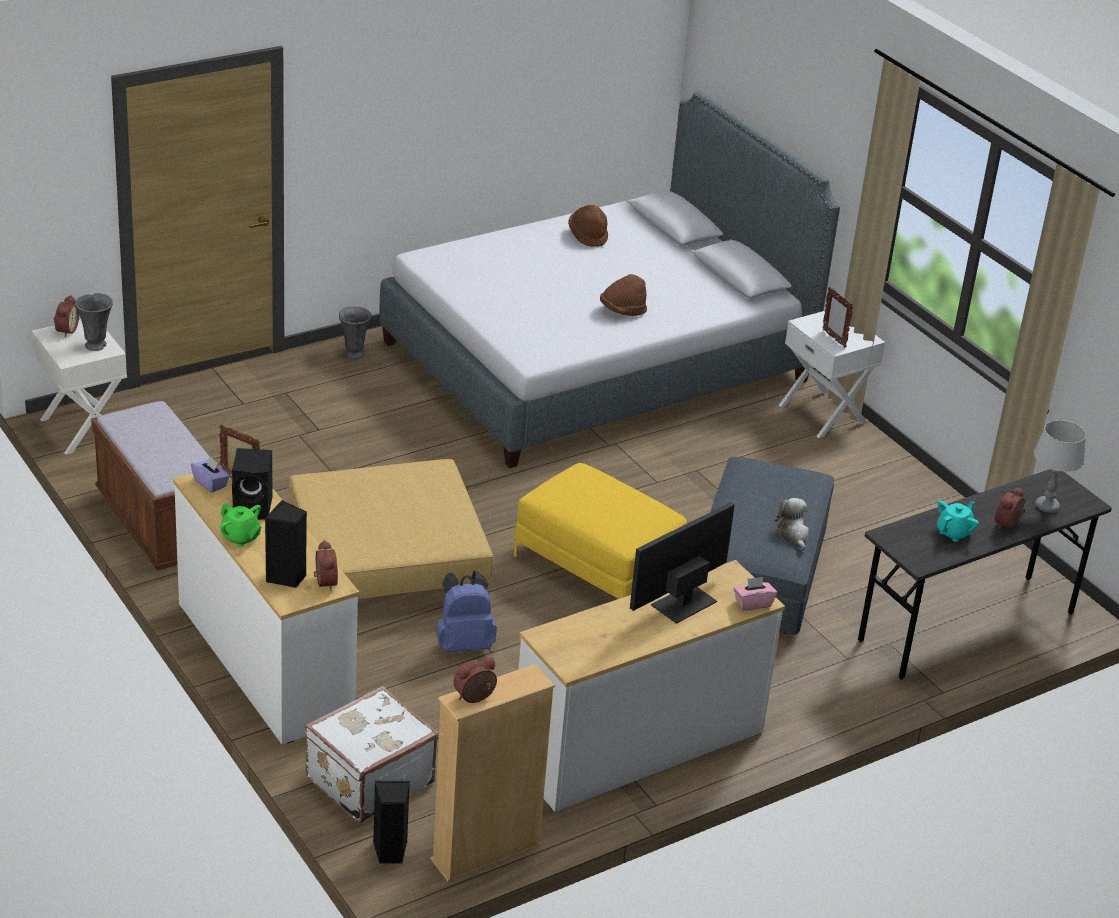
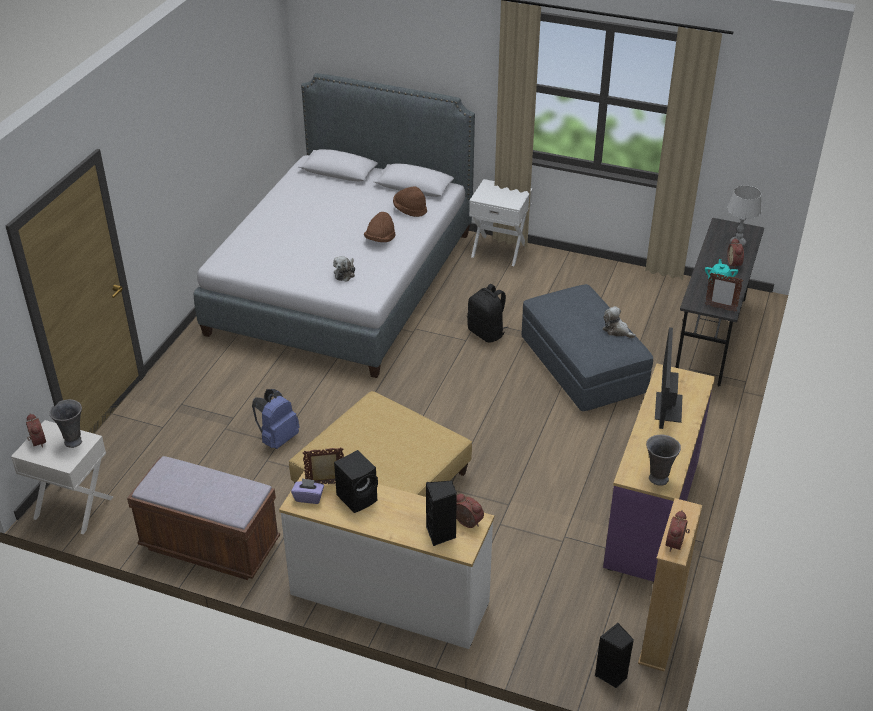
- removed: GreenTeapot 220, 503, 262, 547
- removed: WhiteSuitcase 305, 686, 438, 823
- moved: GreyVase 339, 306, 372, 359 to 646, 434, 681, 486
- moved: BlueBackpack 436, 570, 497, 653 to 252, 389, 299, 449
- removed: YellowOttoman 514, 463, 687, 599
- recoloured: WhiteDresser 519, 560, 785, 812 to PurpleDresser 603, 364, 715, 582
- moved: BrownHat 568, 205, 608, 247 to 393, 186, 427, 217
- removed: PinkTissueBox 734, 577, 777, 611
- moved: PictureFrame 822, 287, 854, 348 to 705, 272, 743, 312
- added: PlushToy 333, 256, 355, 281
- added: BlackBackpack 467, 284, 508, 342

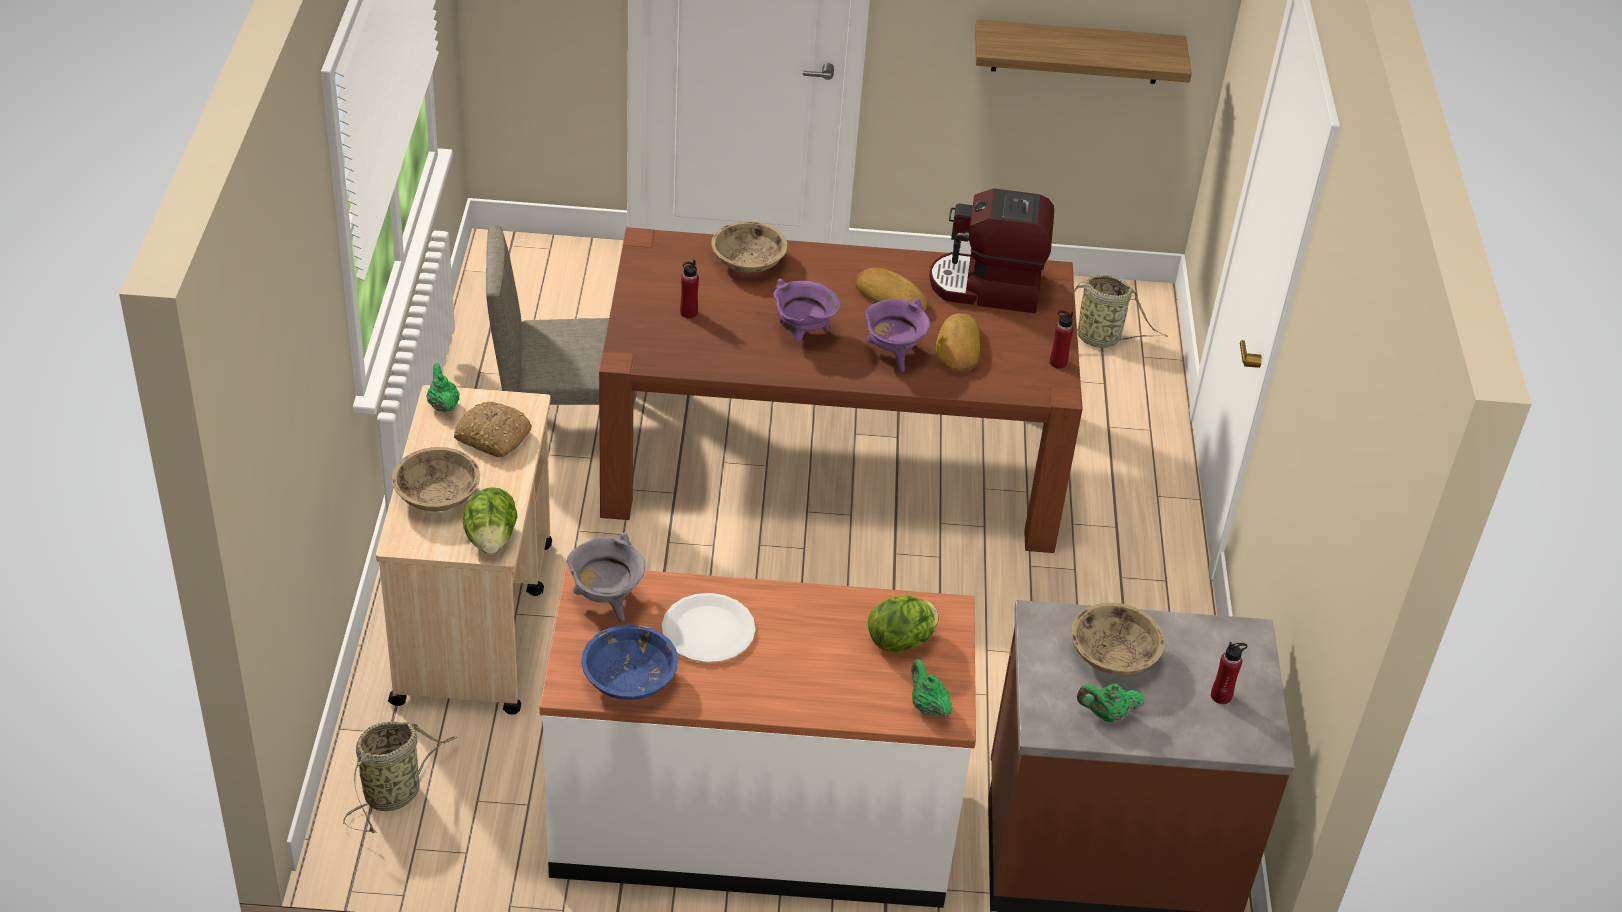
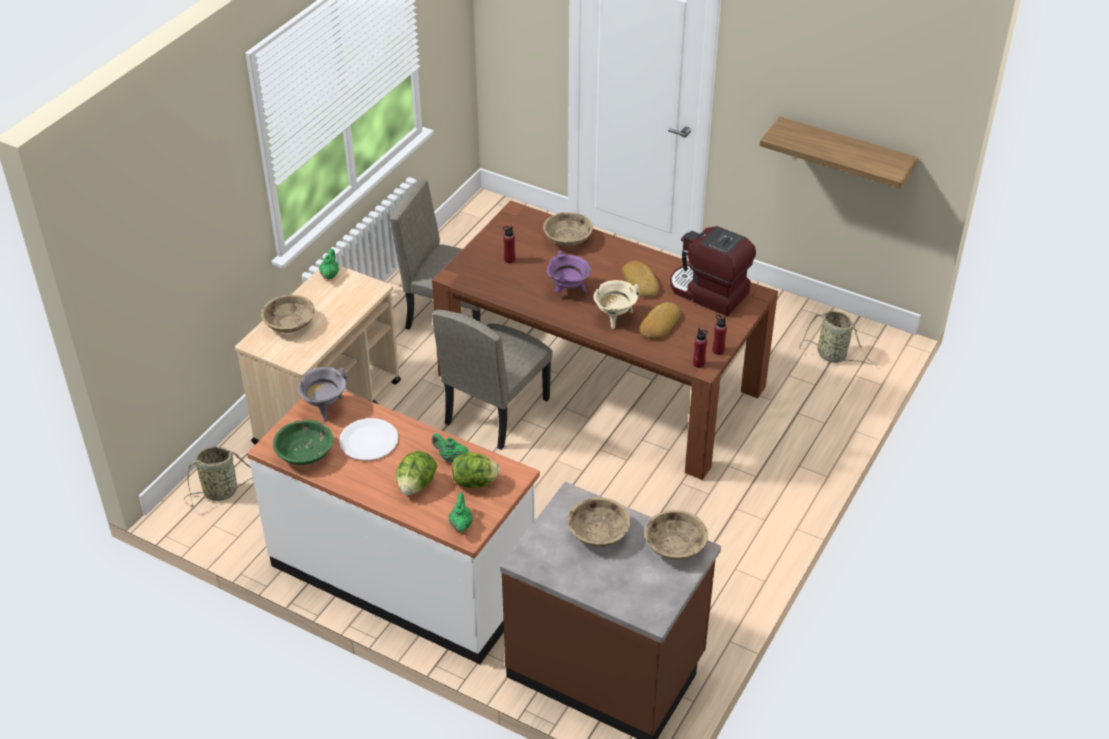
- removed: Bread 454, 402, 532, 457
- moved: Lettuce 463, 487, 518, 554 to 396, 451, 437, 495
- recoloured: BlueBowl 581, 624, 678, 700 to GreenBowl 273, 420, 333, 465
- recoloured: PurpleCookingPot 865, 298, 930, 372 to BeigeCookingPot 593, 280, 640, 329
- moved: GreenTeapot 1077, 683, 1145, 722 to 432, 433, 469, 463
- moved: RedBottle 1211, 642, 1247, 704 to 693, 328, 708, 368
- added: BeigeChair 432, 310, 552, 450
- added: BeigeBowl 645, 510, 708, 560

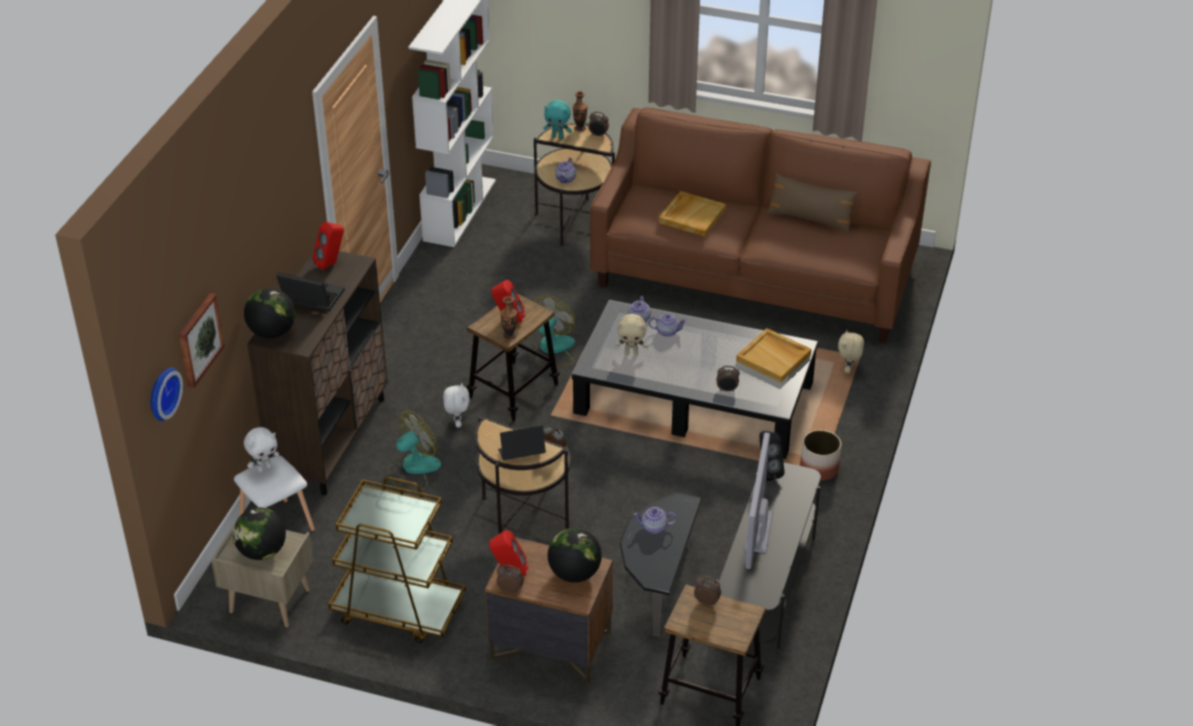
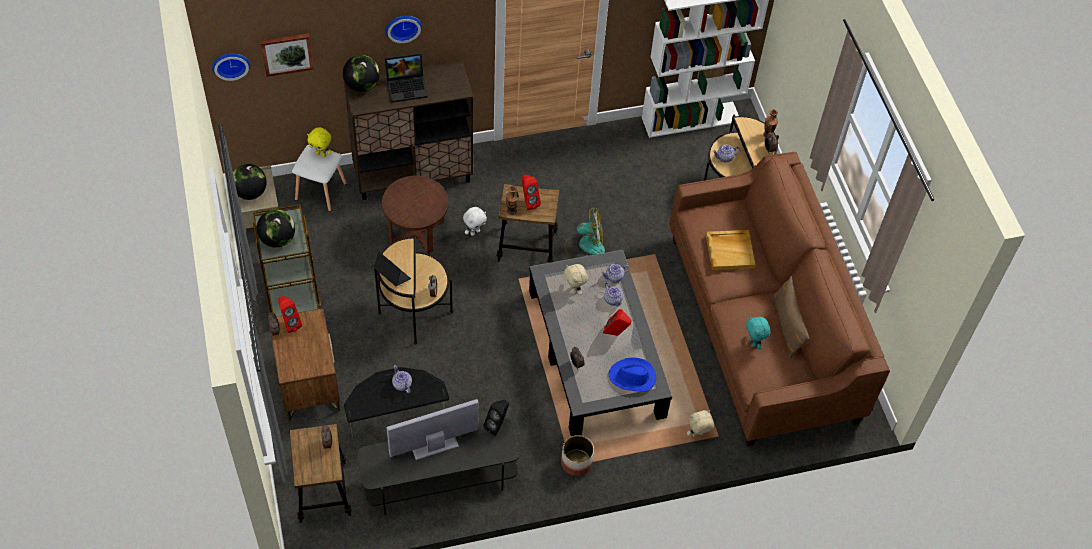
- recoloured: WhitePlushToy 244, 427, 279, 472 to YellowPlushToy 307, 127, 332, 157
- turned: Laptop 276, 273, 345, 312 = 385, 52, 428, 103 90 degrees clockwise
- moved: RedSpeaker 312, 222, 344, 270 to 603, 309, 631, 336
- replaced: Fan 387, 411, 441, 490 to BrownSideTable 382, 176, 448, 254
- moved: TurquoisePlushToy 543, 100, 572, 139 to 746, 317, 771, 349
- moved: Globe 548, 528, 602, 583 to 257, 210, 295, 248
- replaced: BeigeTray 736, 328, 812, 383 to BlueHat 609, 358, 656, 392
- added: WallClock 385, 15, 422, 43

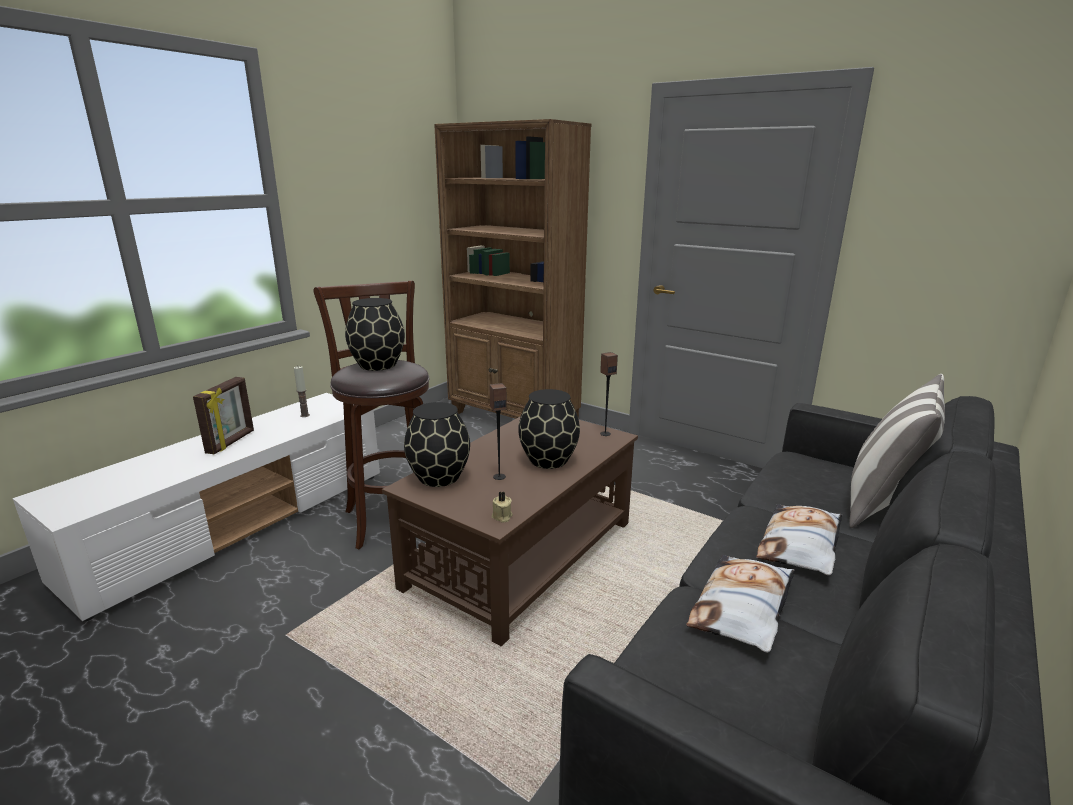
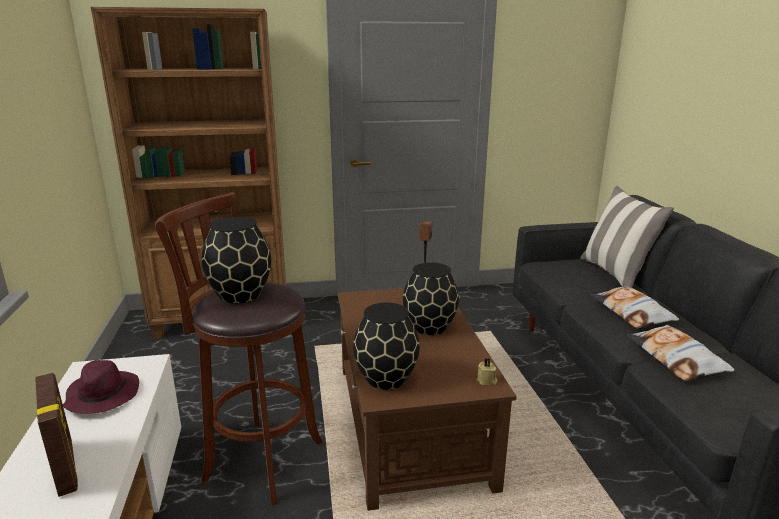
- replaced: Candle 294, 366, 310, 417 to PurpleHat 63, 360, 139, 414
- removed: Speaker 490, 383, 507, 480

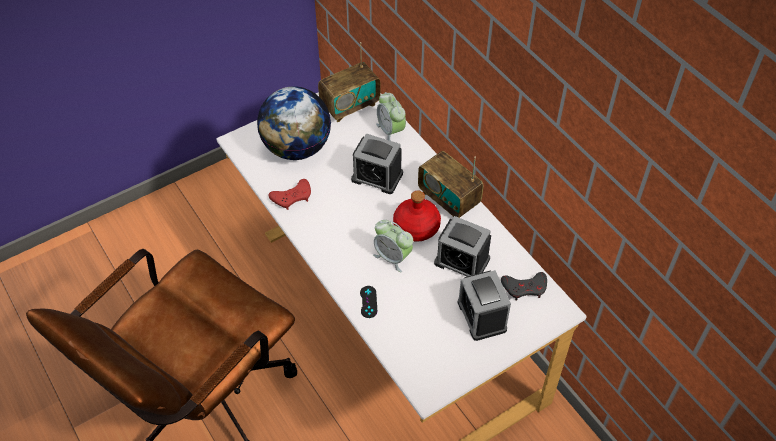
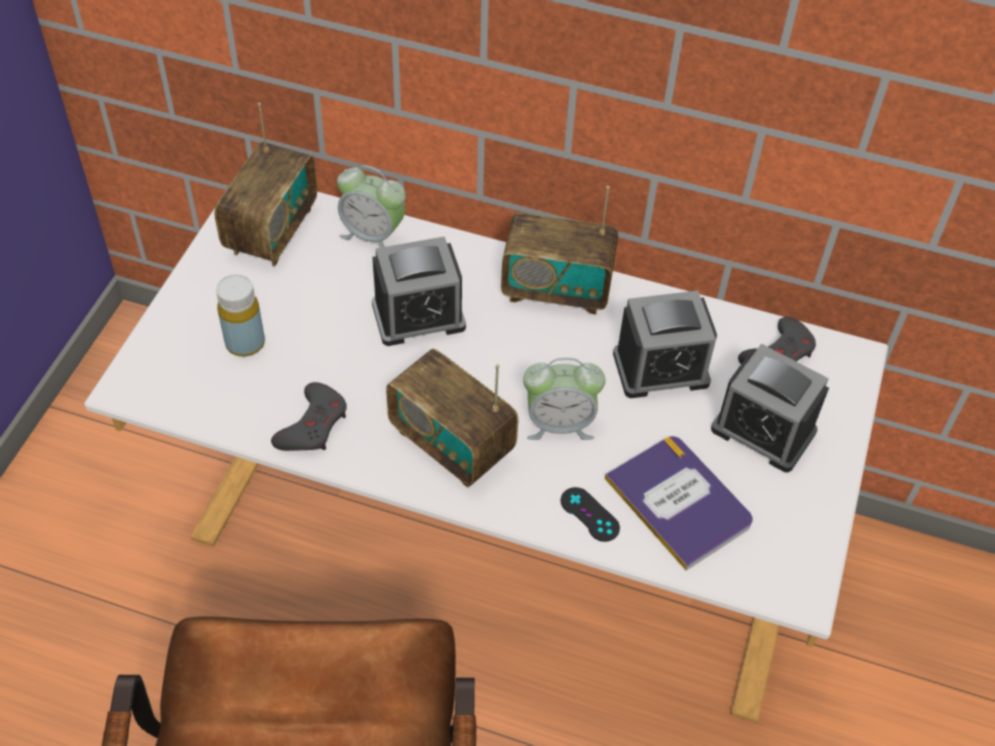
- replaced: Globe 257, 86, 331, 160 to YellowBottle 216, 274, 265, 357
- recoloured: RedGameController 268, 179, 311, 210 to GreyGameController 271, 382, 347, 451
- removed: RedBottle 393, 191, 441, 242
- added: Radio 386, 349, 518, 488
- added: Book 605, 436, 753, 570

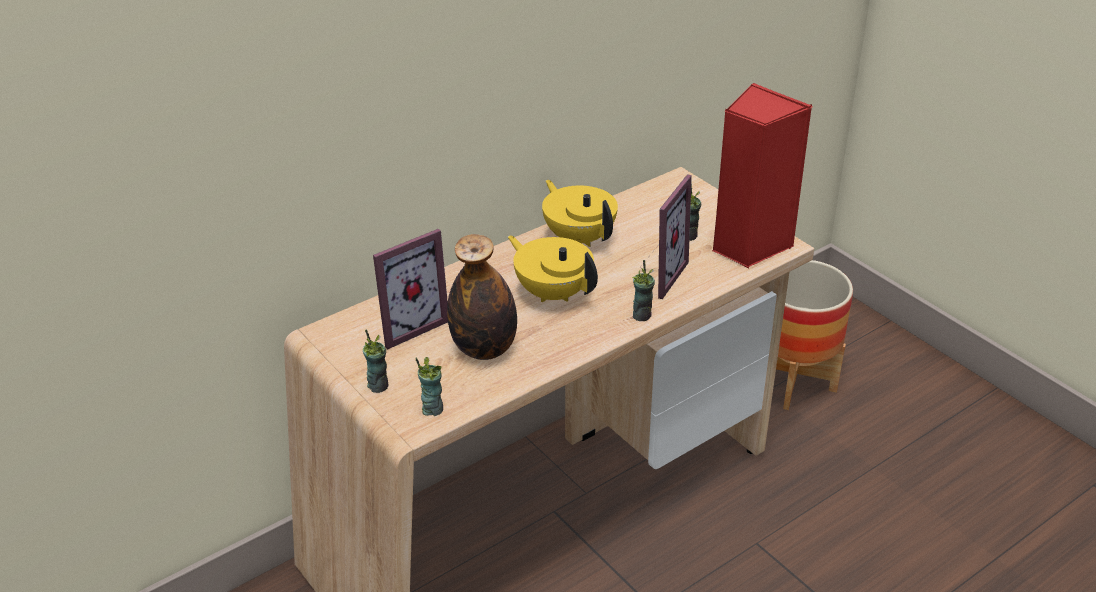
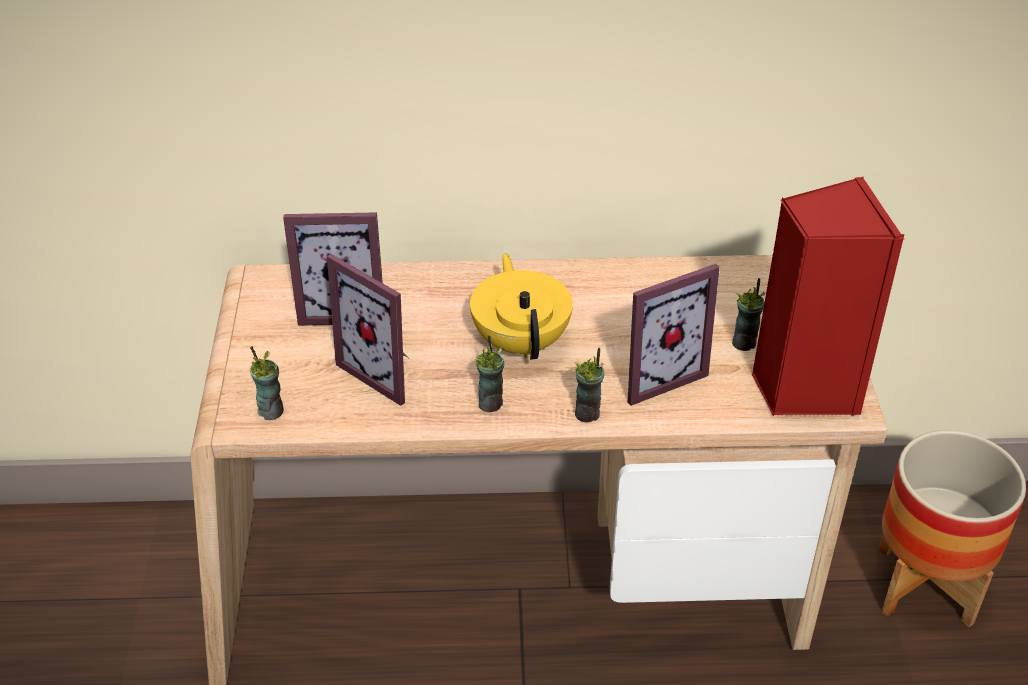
- moved: Cup 363, 329, 388, 393 to 474, 335, 504, 412
- replaced: Bottle 447, 234, 517, 360 to PictureFrame 327, 254, 408, 406
- removed: YellowTeapot 542, 180, 618, 247

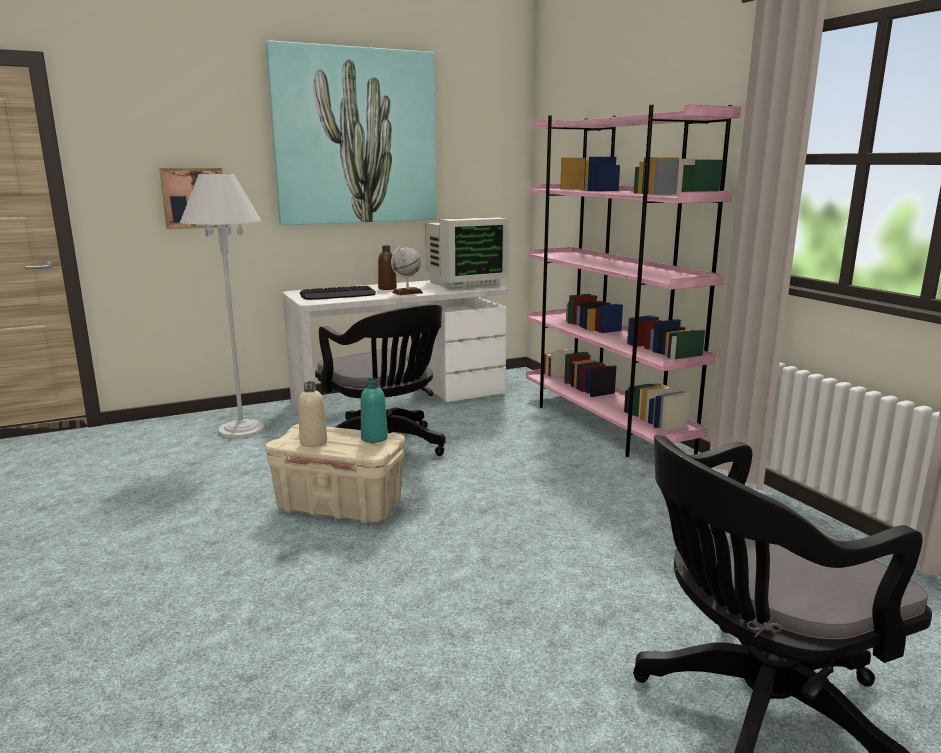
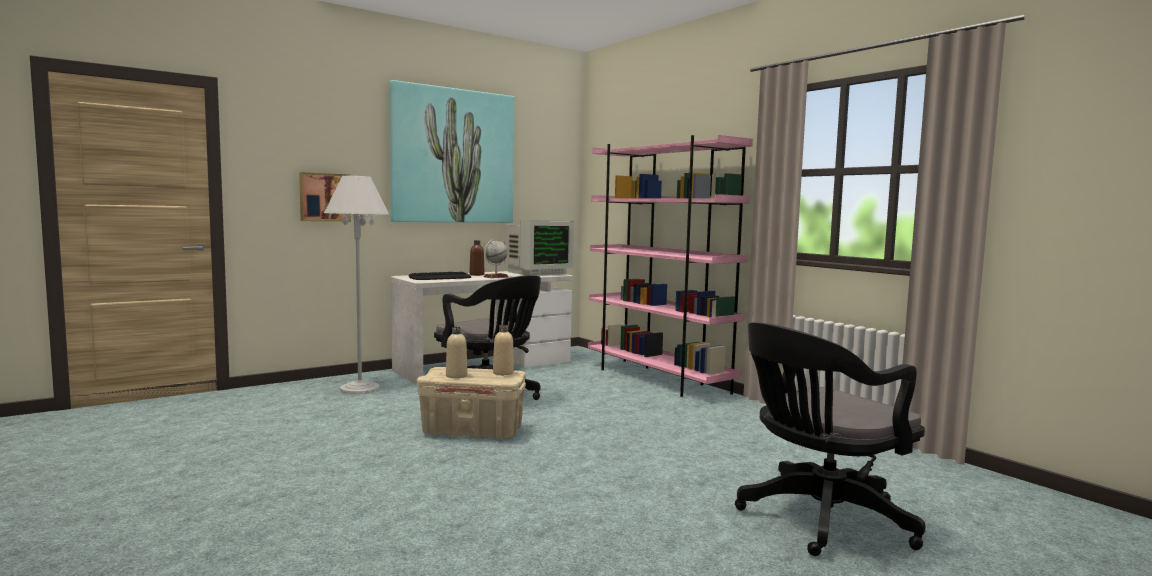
- recoloured: TurquoiseBottle 361, 378, 388, 443 to BeigeBottle 493, 325, 514, 375

